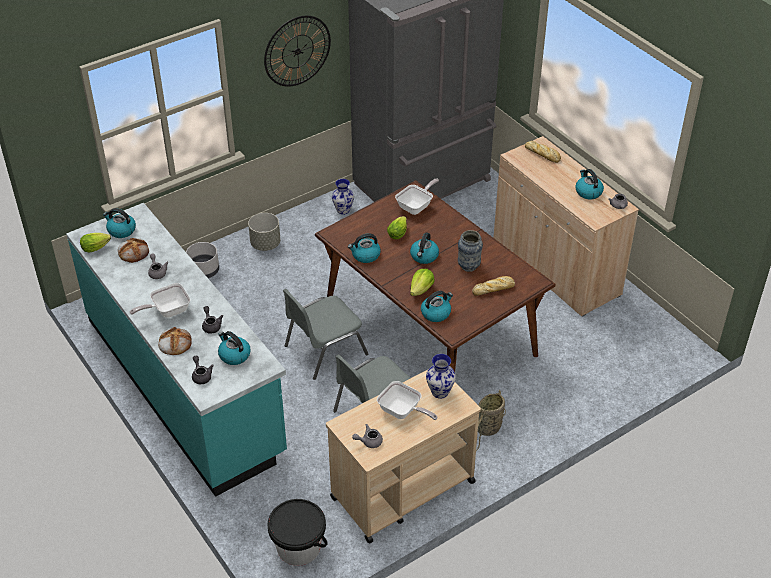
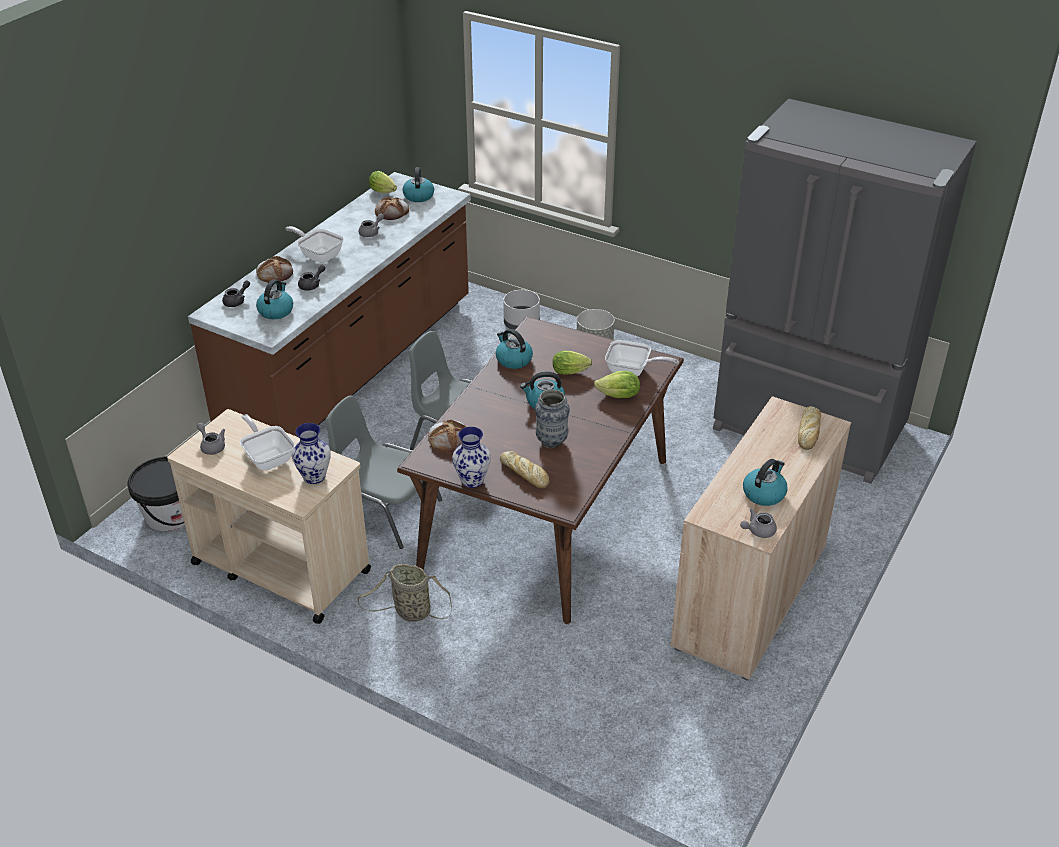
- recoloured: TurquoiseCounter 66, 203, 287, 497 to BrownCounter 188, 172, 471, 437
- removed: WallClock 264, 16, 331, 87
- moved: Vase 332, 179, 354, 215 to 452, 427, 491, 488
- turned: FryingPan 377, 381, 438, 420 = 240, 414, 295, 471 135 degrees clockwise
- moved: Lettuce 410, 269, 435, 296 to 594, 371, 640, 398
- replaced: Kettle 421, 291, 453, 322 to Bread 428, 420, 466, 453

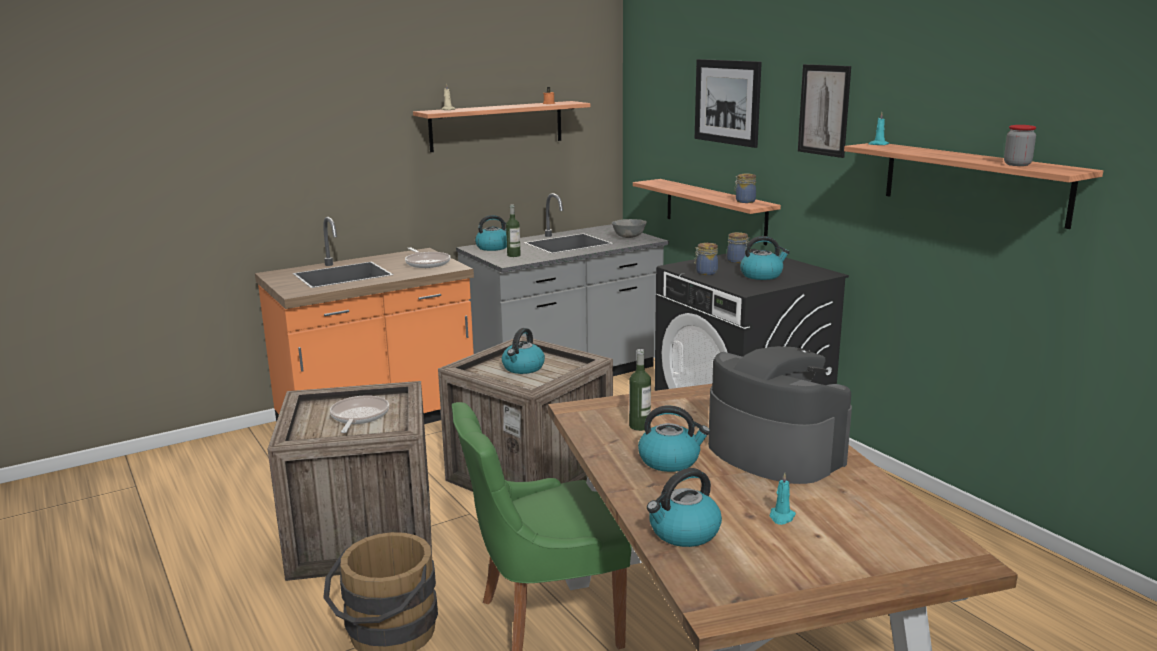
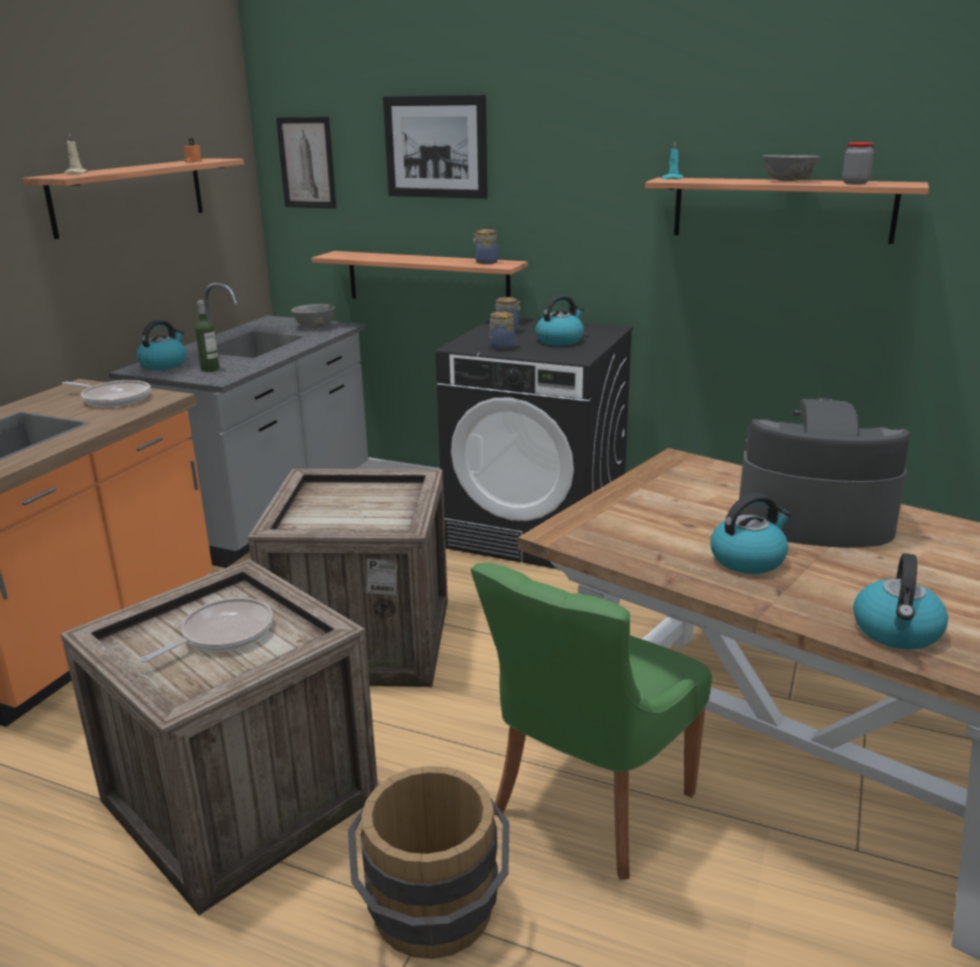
- turned: FryingPan 330, 395, 389, 433 = 140, 598, 273, 663 75 degrees clockwise
- removed: Kettle 502, 328, 545, 374
- removed: Bottle 629, 349, 651, 431
- removed: TurquoiseCandle 770, 473, 796, 525
- moved: Picture 798, 64, 851, 158 to 276, 117, 336, 209
- added: GreyBowl 762, 155, 820, 181

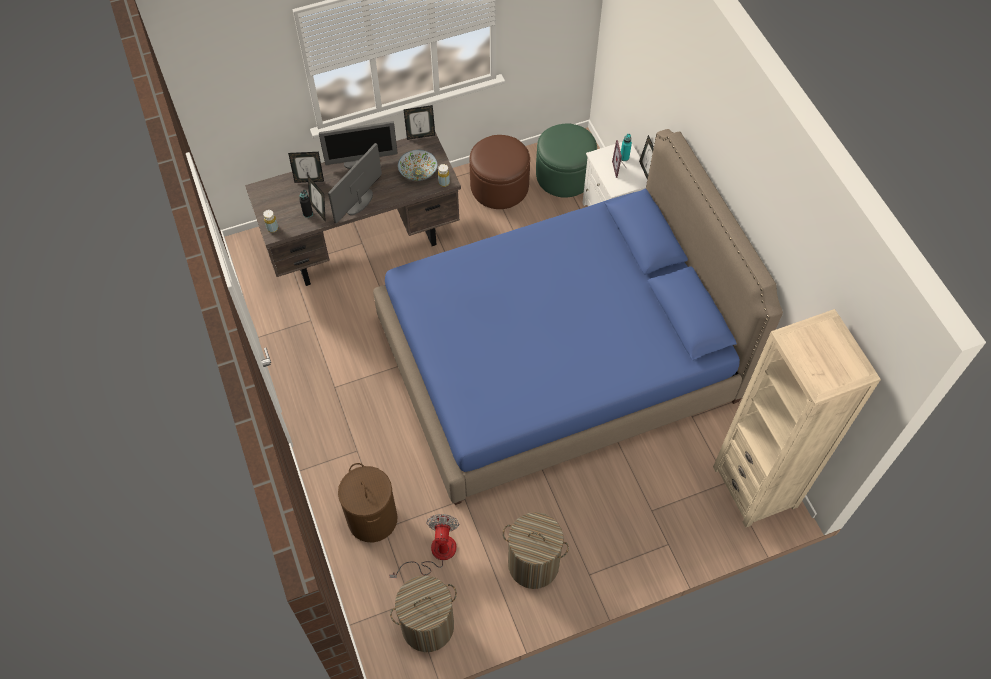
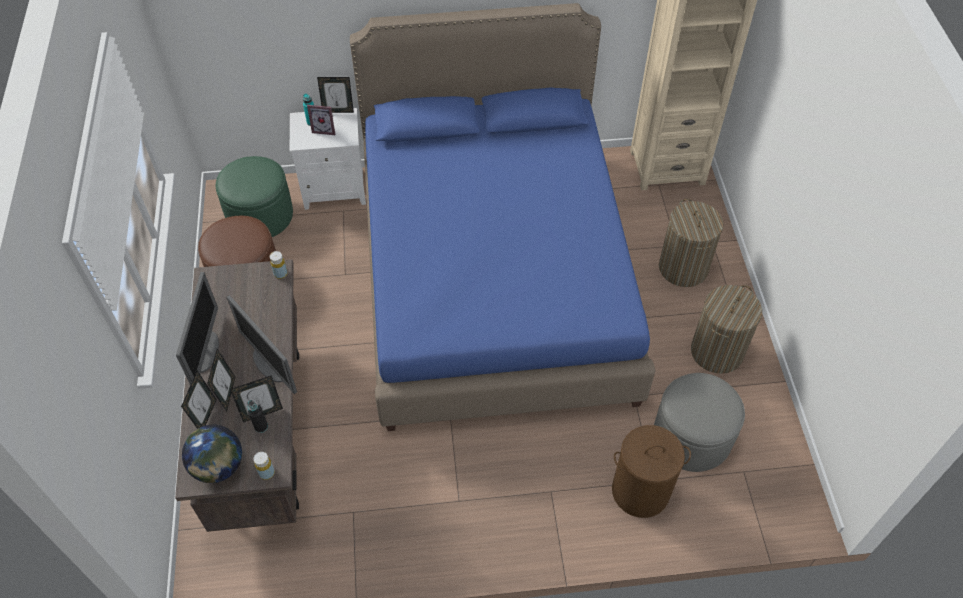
- replaced: Fan 389, 514, 460, 578 to GreyOttoman 654, 373, 745, 472
- moved: LaundryBasket 390, 576, 457, 652 to 659, 199, 724, 287
- removed: Bowl 398, 150, 437, 181
- moved: PictureFrame 403, 105, 435, 140 to 207, 349, 235, 412
- added: Globe 182, 424, 242, 483

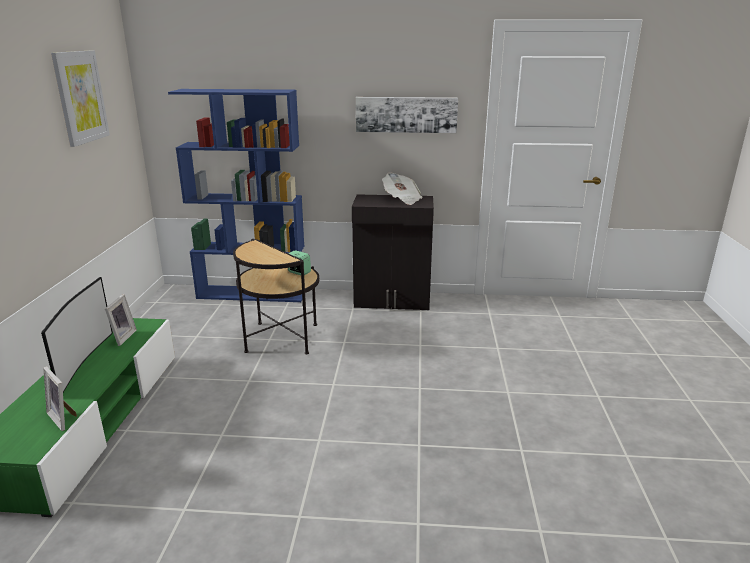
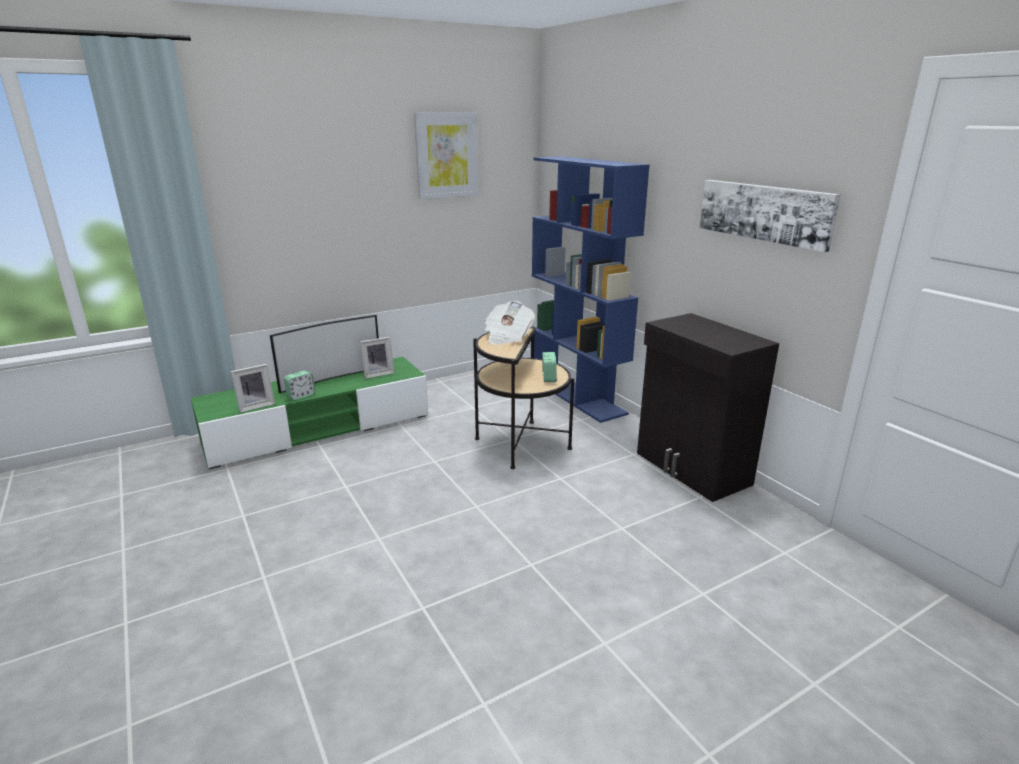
- turned: PictureFrame 43, 366, 77, 431 = 231, 364, 275, 413 135 degrees counterclockwise
- moved: Newspaper 382, 173, 423, 205 to 485, 301, 535, 345
- added: AlarmClock 284, 371, 315, 400

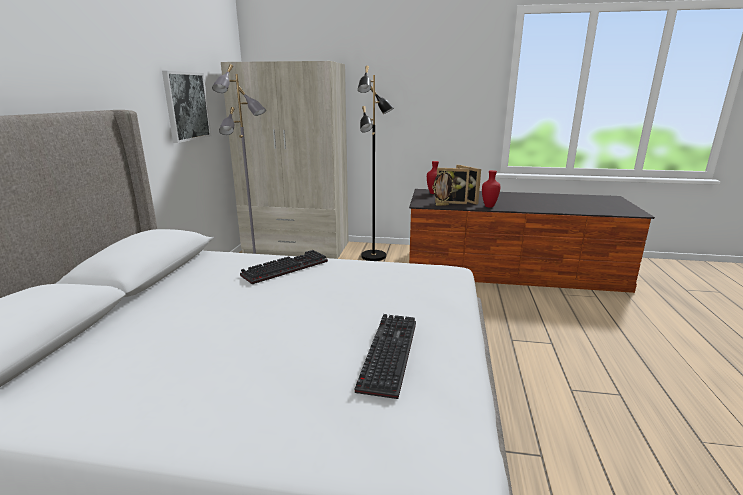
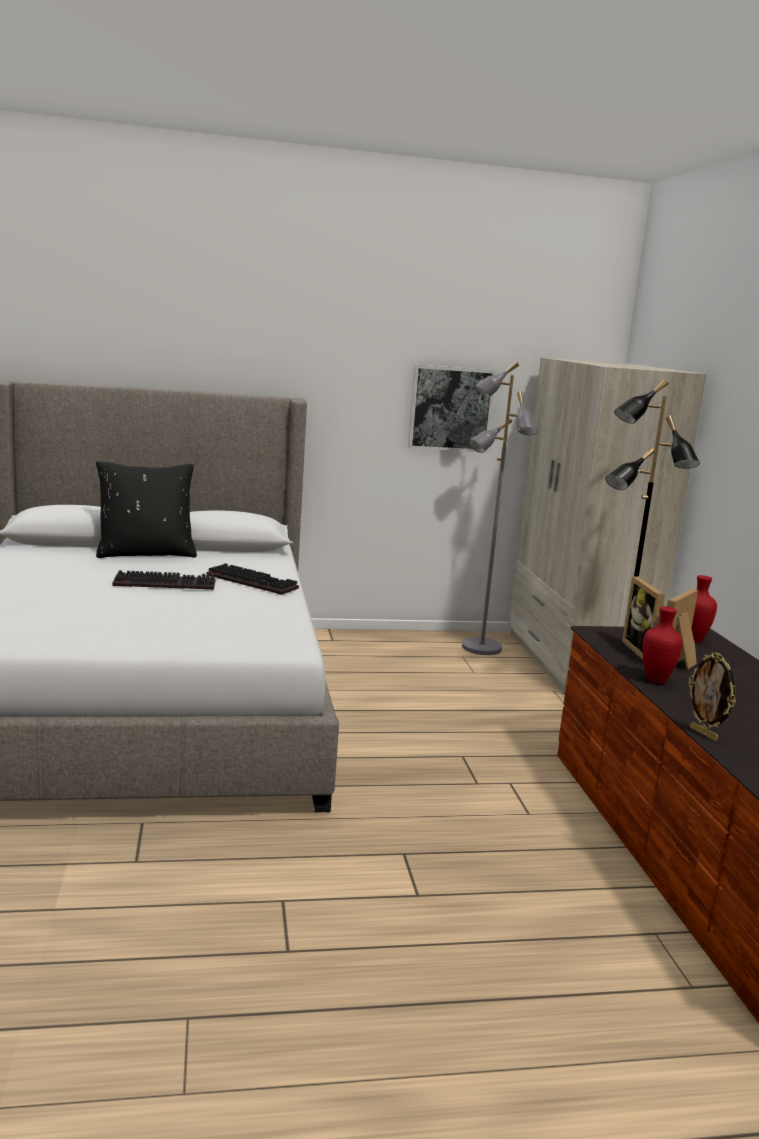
- moved: Keyboard 355, 314, 416, 399 to 112, 570, 216, 590
- moved: PictureFrame 432, 170, 455, 206 to 688, 652, 736, 741
- added: BlackPillow 96, 461, 197, 558

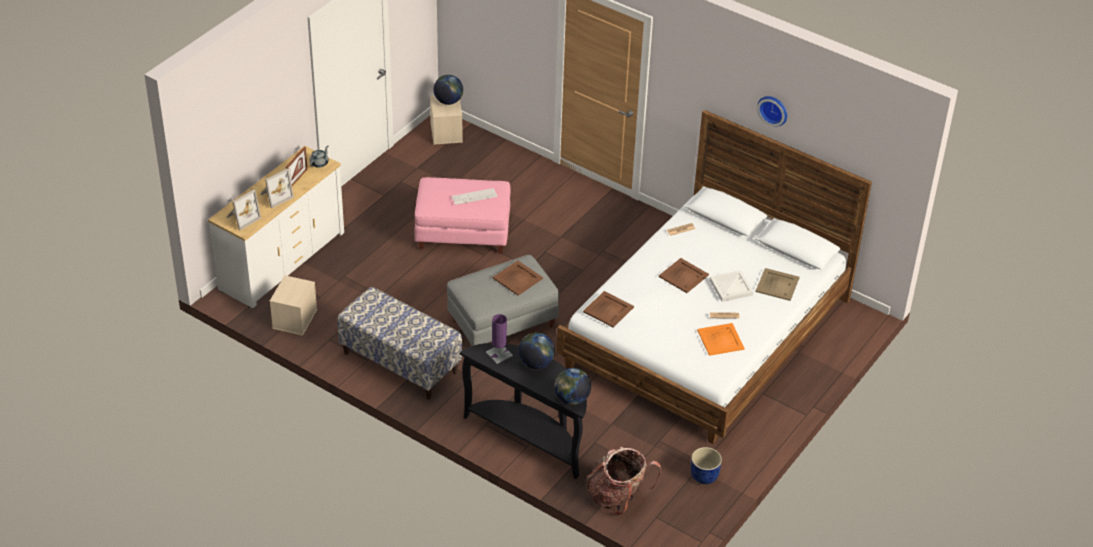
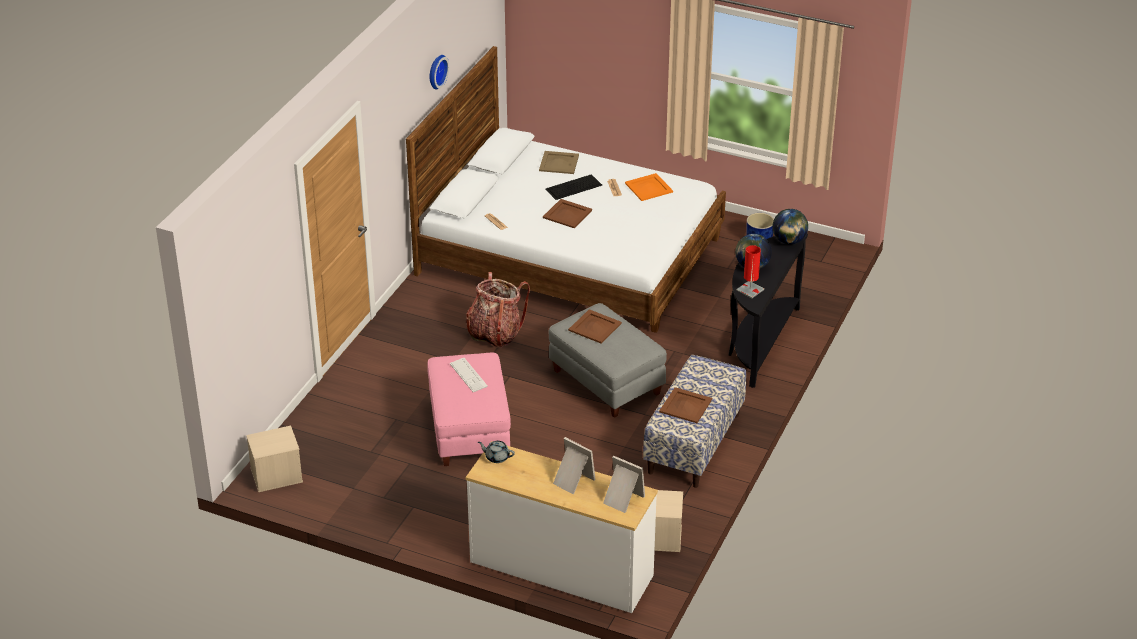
- removed: PictureFrame 286, 147, 307, 186
- removed: Globe 433, 75, 463, 105
- recoloured: PurpleTableLamp 486, 314, 513, 364 to RedTableLamp 736, 245, 764, 298
- moved: BrownTray 583, 291, 634, 328 to 659, 387, 712, 423
- moved: Backpack 587, 447, 661, 515 to 466, 272, 530, 348
- replaced: WhiteTray 710, 270, 753, 302 to Keyboard 545, 174, 602, 200

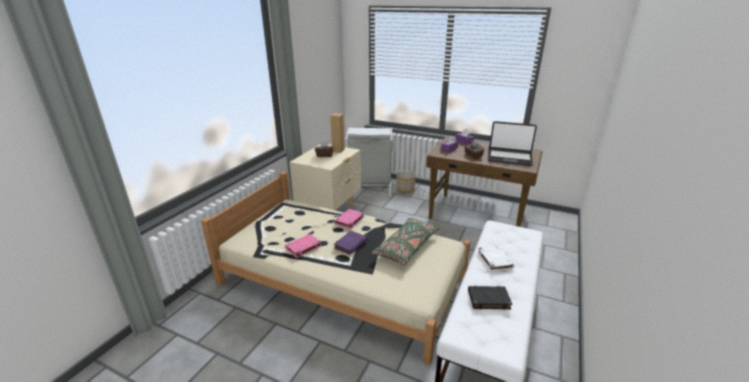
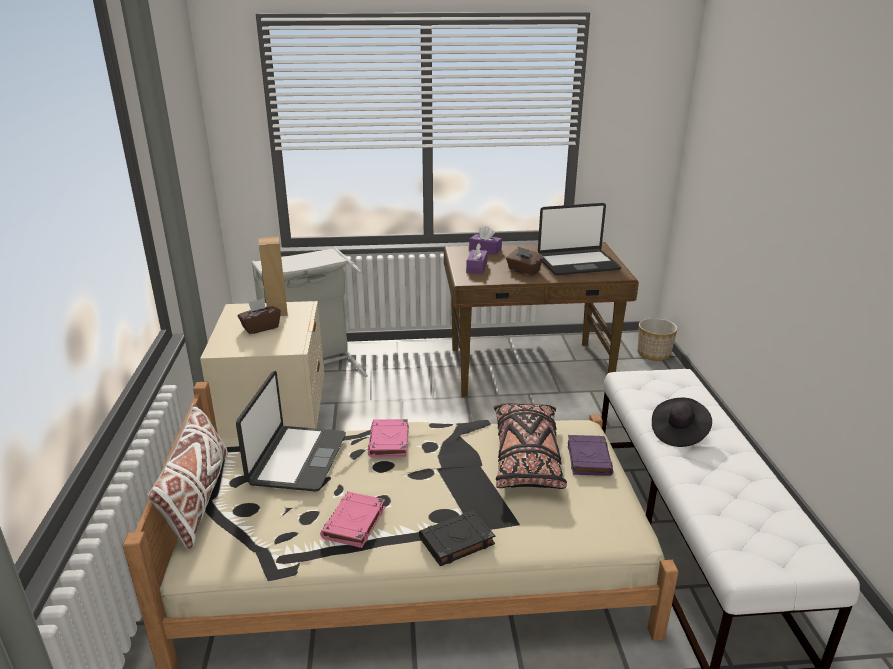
- moved: PurpleBook 334, 231, 368, 255 to 568, 435, 613, 476
- recoloured: GreenPillow 372, 218, 440, 265 to BlackPillow 494, 403, 567, 489
- moved: Planter 396, 170, 416, 193 to 637, 318, 677, 361
- moved: BlackBook 468, 286, 512, 310 to 419, 510, 495, 566
- replaced: WhiteBook 477, 245, 515, 272 to BlackHat 652, 398, 712, 447
- added: WhitePillow 148, 403, 228, 549
- added: Laptop 236, 371, 346, 492

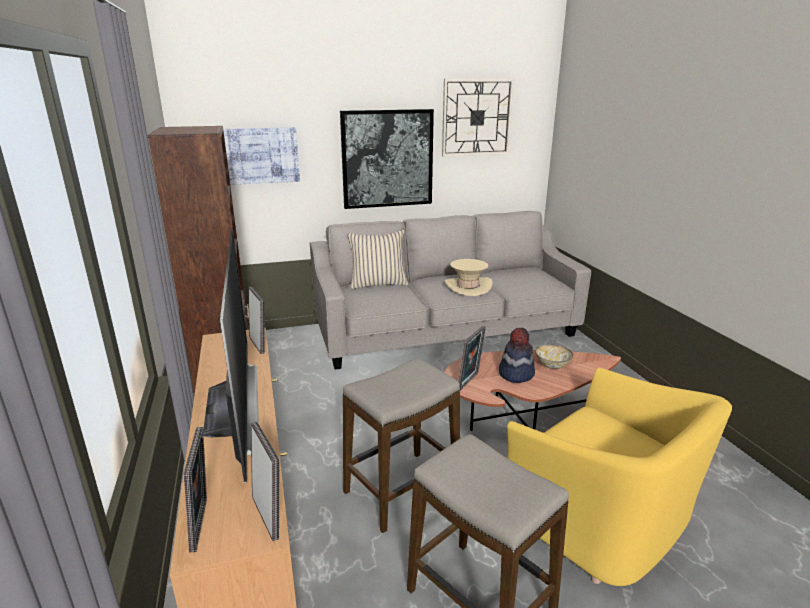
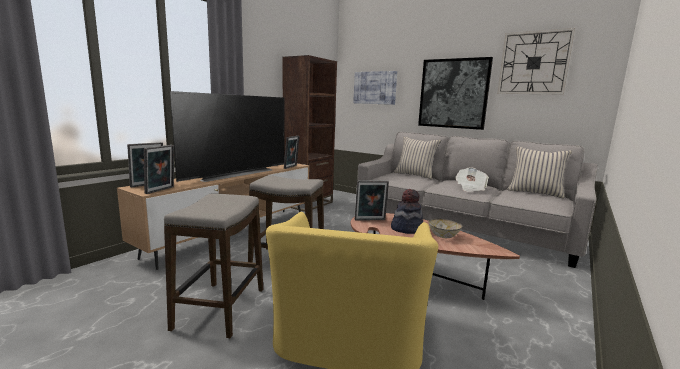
- replaced: BeigeHat 444, 259, 493, 296 to Newspaper 455, 167, 489, 192
- added: BeigePillow 507, 146, 572, 199

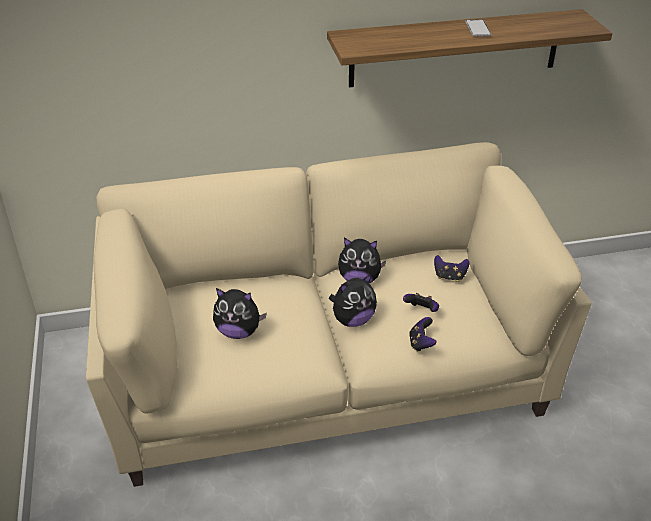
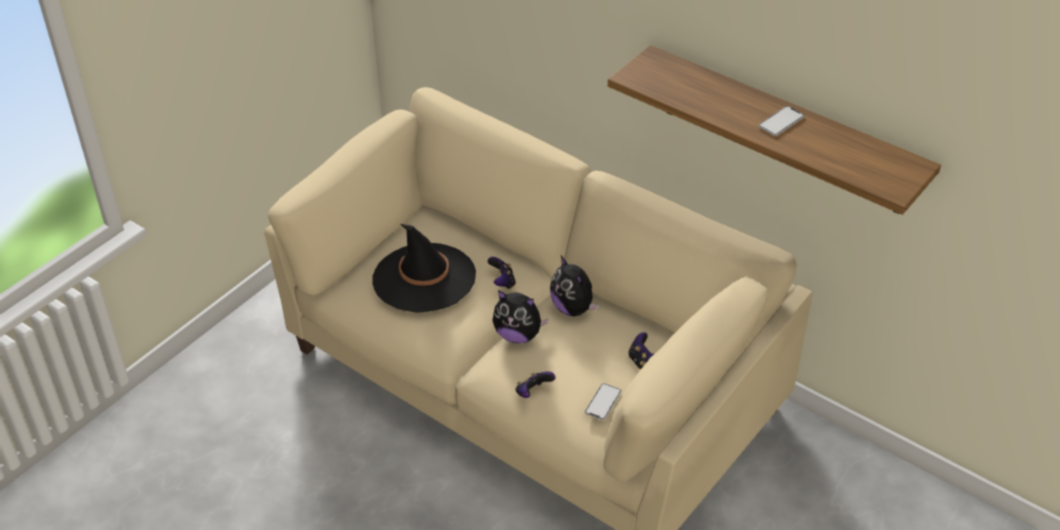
- replaced: PlushToy 213, 288, 267, 339 to BlackHat 372, 224, 476, 313
- moved: GameController 403, 293, 439, 312 to 488, 257, 516, 289
- added: Phone 585, 383, 621, 420

